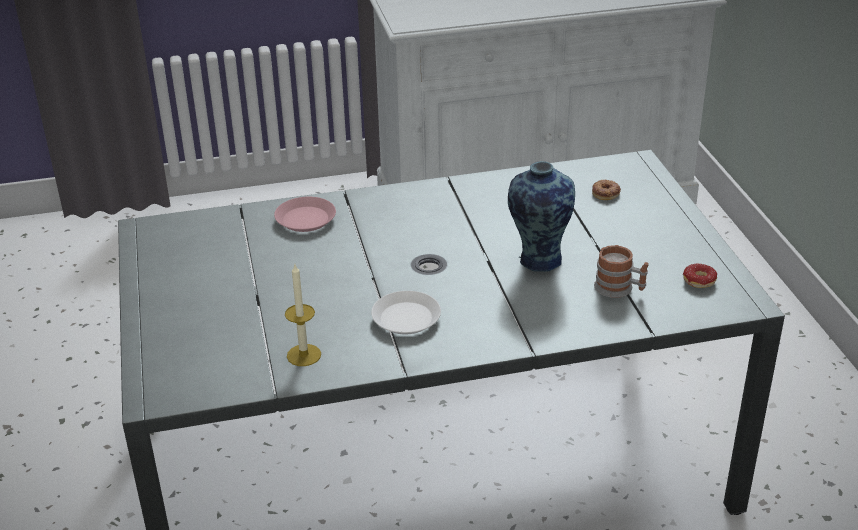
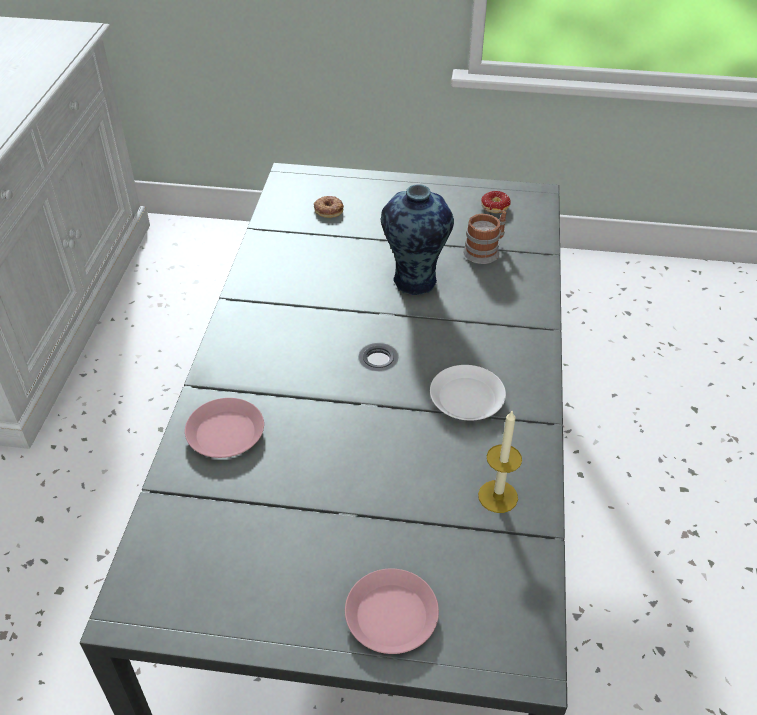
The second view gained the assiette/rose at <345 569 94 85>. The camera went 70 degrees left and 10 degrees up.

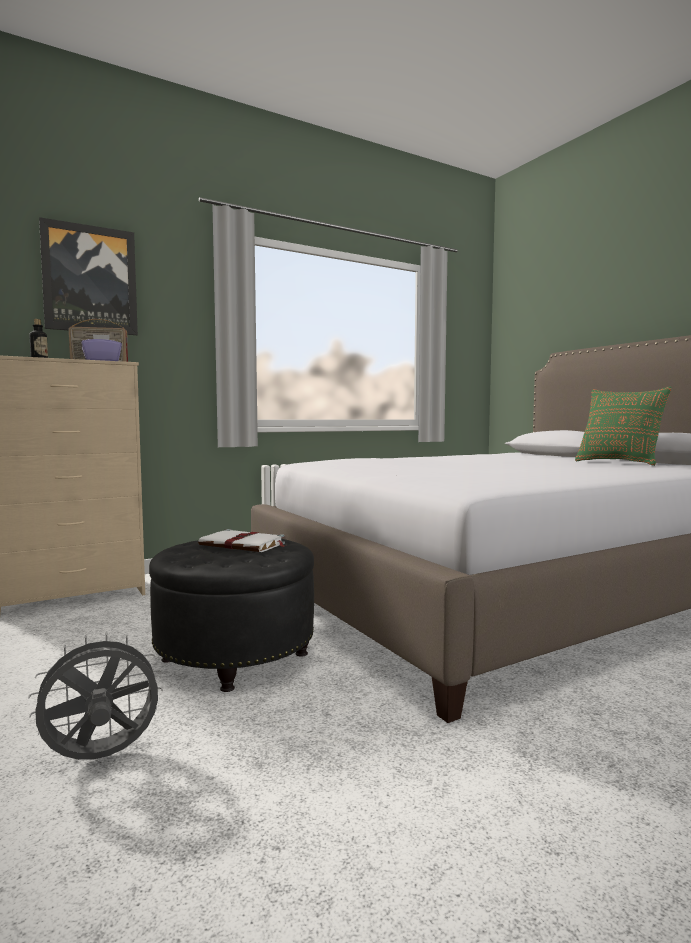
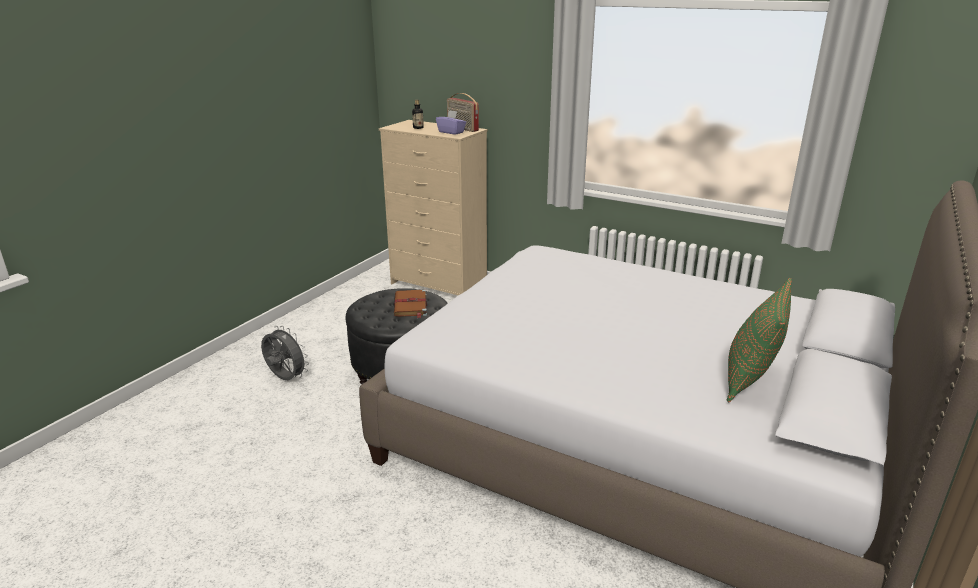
The second view lost the tableau at <39 217 99 118>. What was the livre/blanc at <198 529 87 23> turned into the livre/marron at <394 289 33 29>. The camera went 60 degrees right and 20 degrees up.

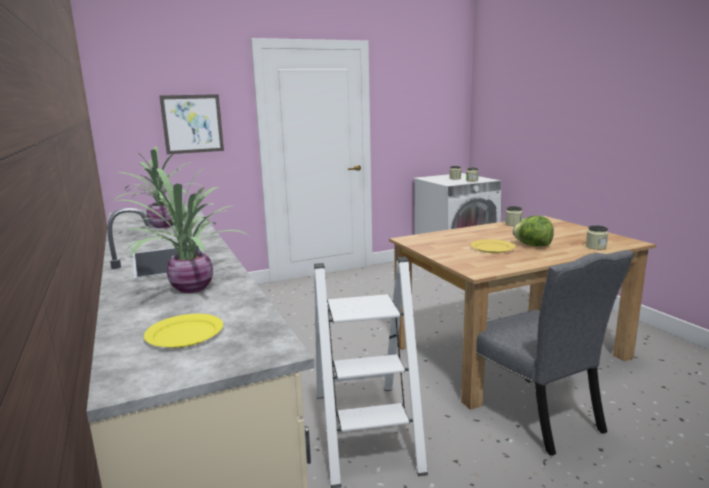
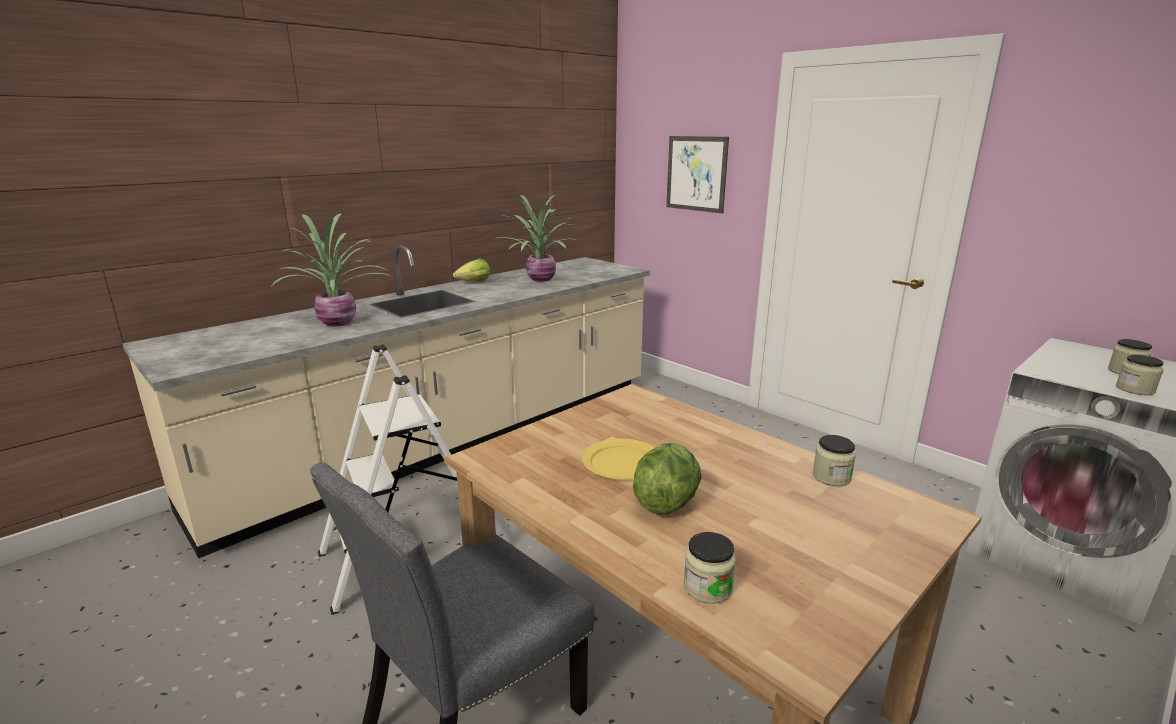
The second view lost the assiette/jaune at <144 314 79 34>. The second view gained the laitue at <453 259 37 23>. The camera went 70 degrees right and 5 degrees up.

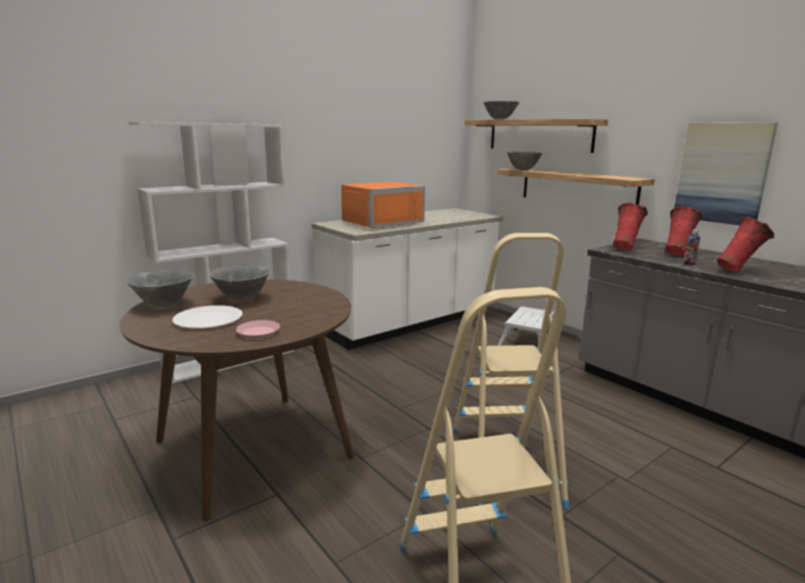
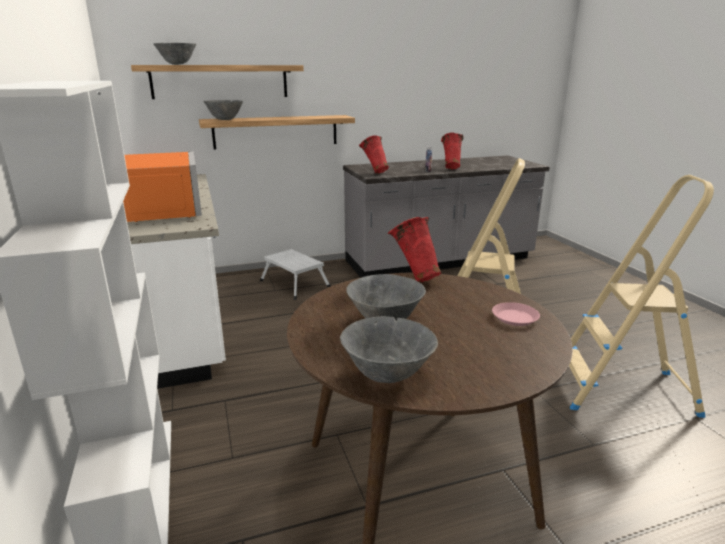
The second view lost the assiette/blanc at <172 305 71 24>. The vase/rouge ended up elsewhere, having gone from <665 206 37 50> to <388 217 53 65>. The second view lost the tableau at <674 122 104 103>. The camera went 70 degrees left and 5 degrees up.

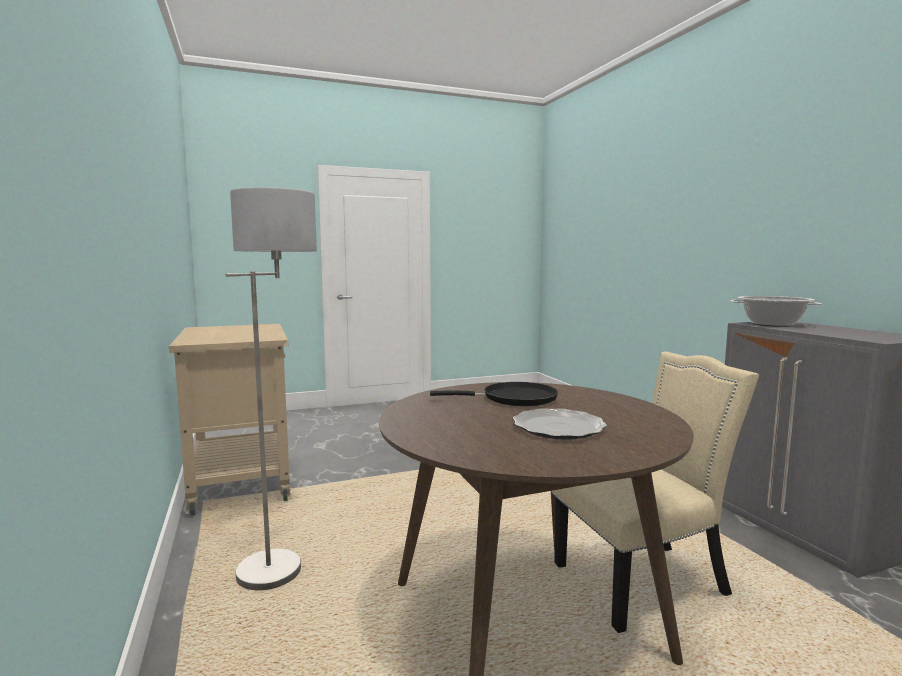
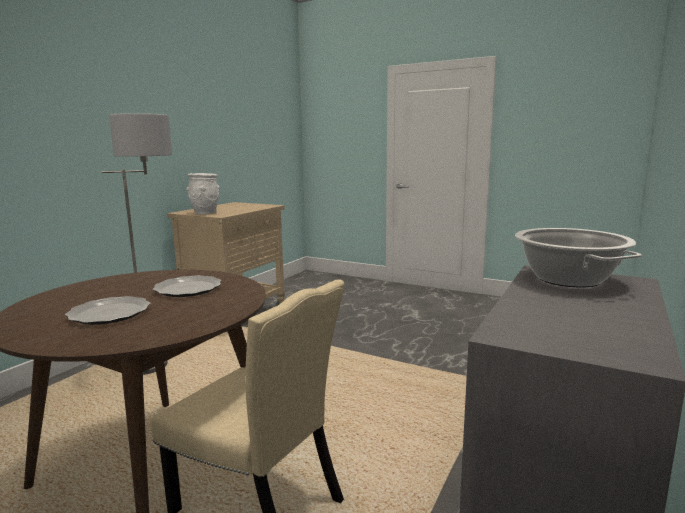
Where the poêle/noir stood at <430 382 128 24>, the assiette came to stand at <153 275 68 22>. The second view gained the vase/blanc at <186 173 34 41>. The camera went 50 degrees right and 5 degrees up.

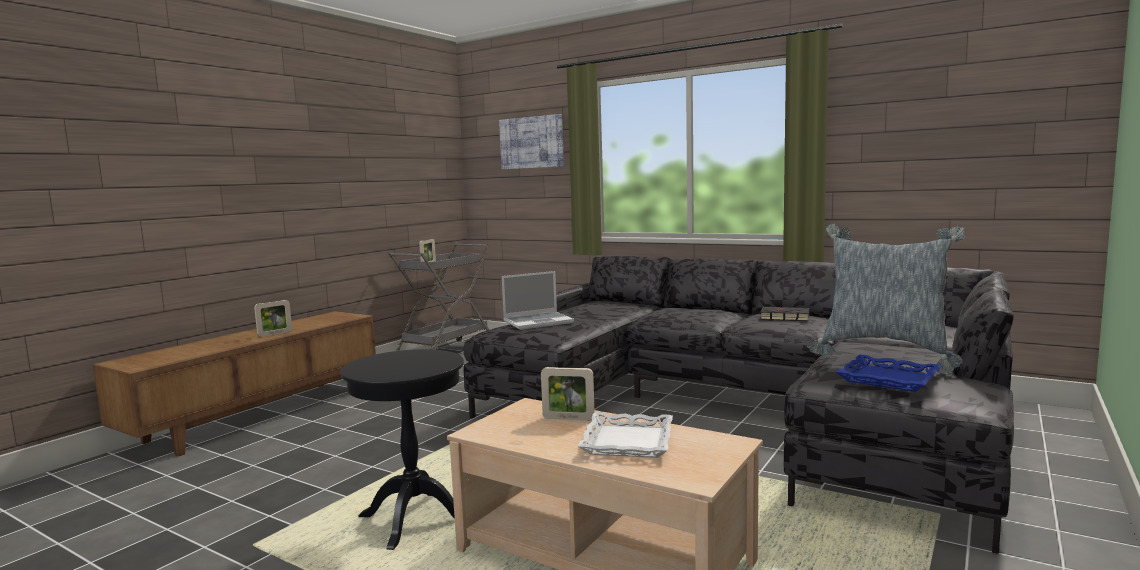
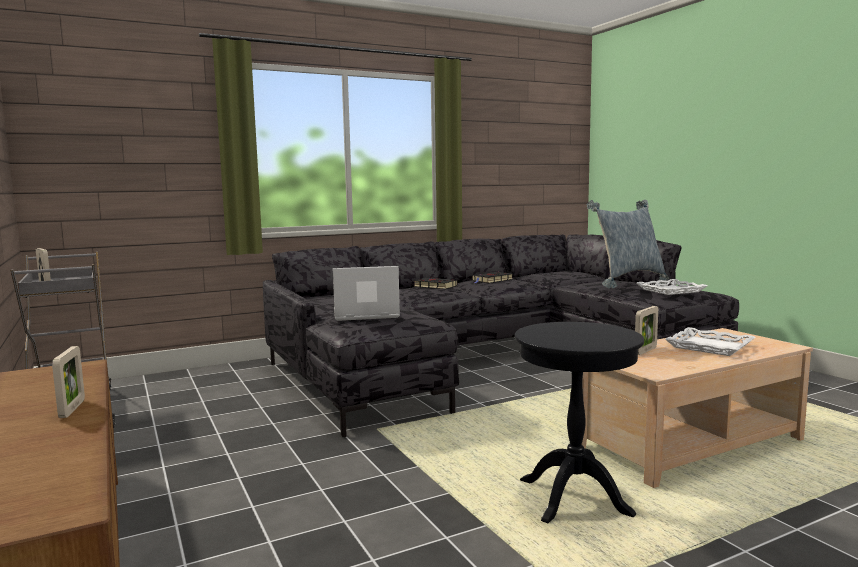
The second view lost the tableau at <499 114 65 55>. The ordinateur portable at <502 271 72 59> ended up facing another way, 105 degrees counterclockwise from before. What was the plateau/bleu at <836 354 106 38> turned into the plateau/blanc at <636 279 71 16>. The second view gained the livre/noir at <413 278 45 11>. The camera went 60 degrees left and 0 degrees up.

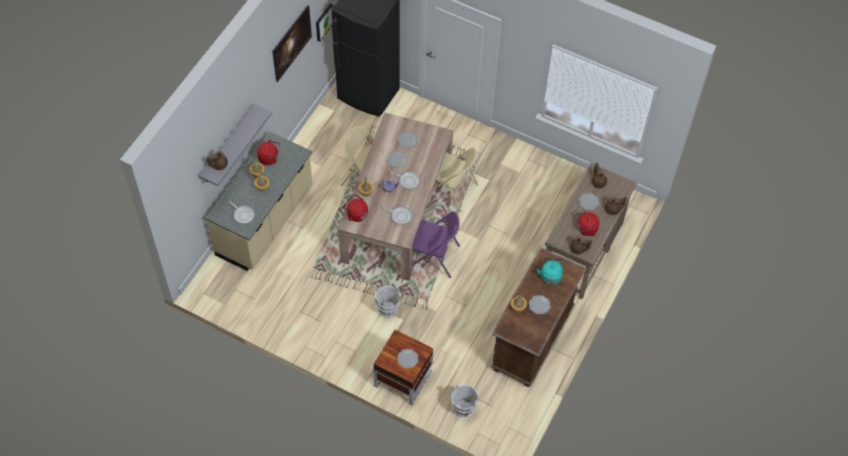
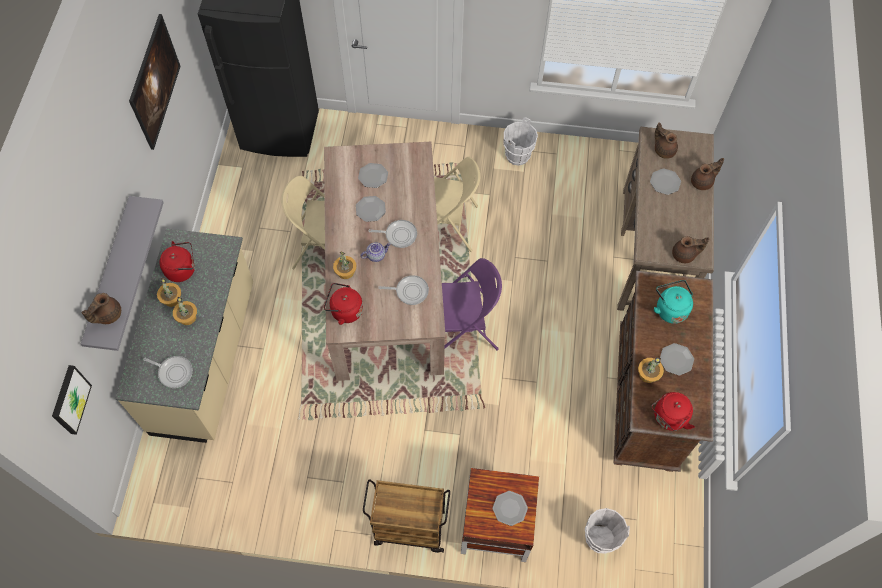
The tableau ended up elsewhere, having gone from <316 4 17 38> to <52 365 40 70>. The seau/blanc ended up elsewhere, having gone from <375 285 26 33> to <504 117 34 49>. The bouilloire/rouge ended up elsewhere, having gone from <575 211 24 25> to <651 392 44 39>. The second view gained the chariot/marron at <363 479 87 74>. The camera went 20 degrees left and 5 degrees up.

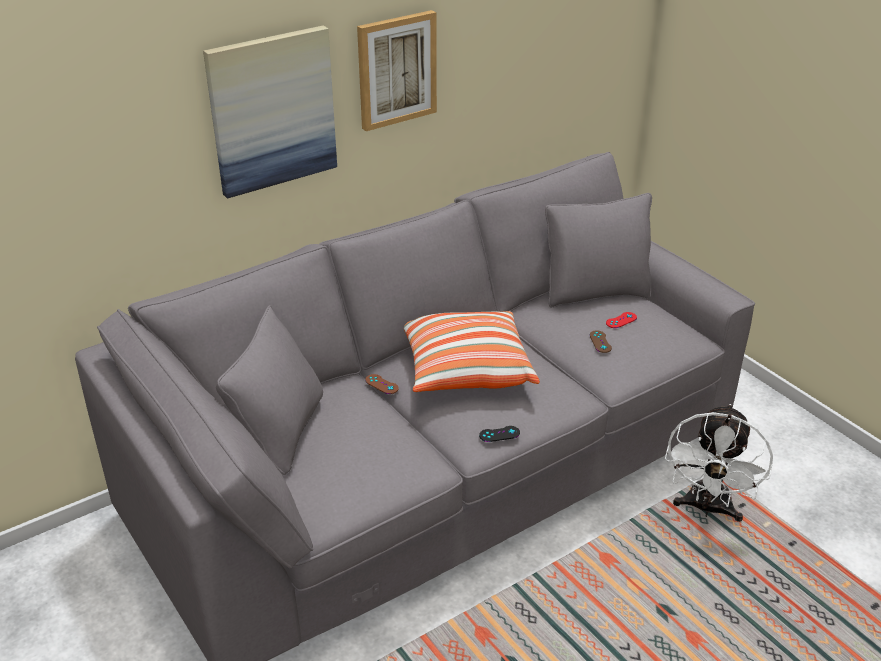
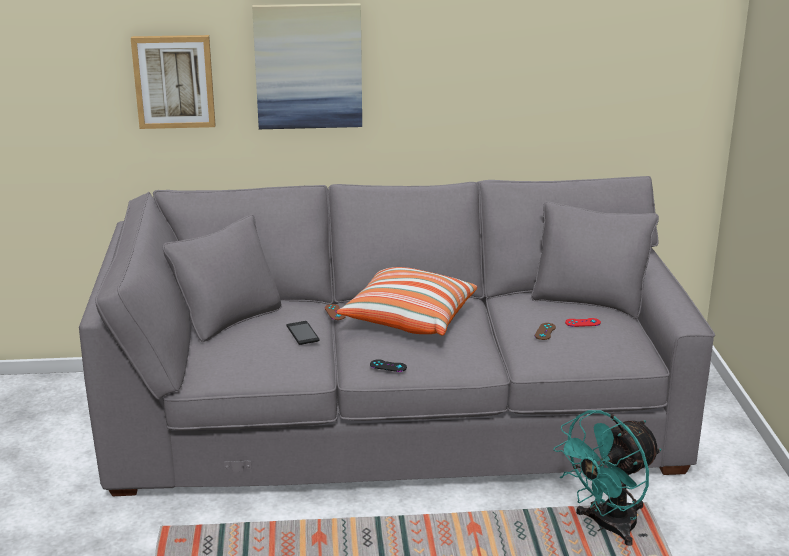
The tableau ended up elsewhere, having gone from <357 10 80 121> to <131 35 84 94>. What was the ventilateur/blanc at <665 404 108 118> turned into the ventilateur/turquoise at <553 410 108 136>. The second view gained the téléphone at <286 321 34 24>. The camera went 30 degrees right and 10 degrees down.

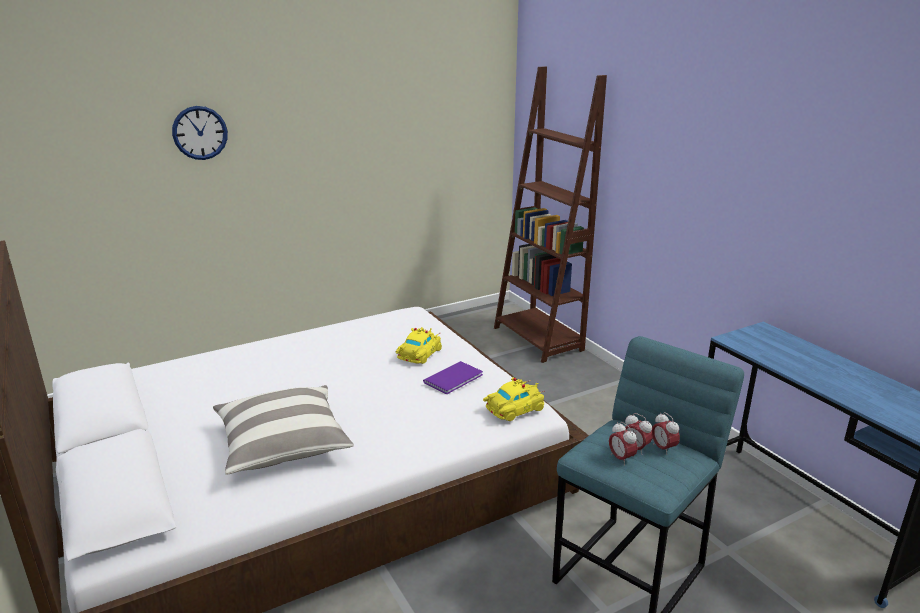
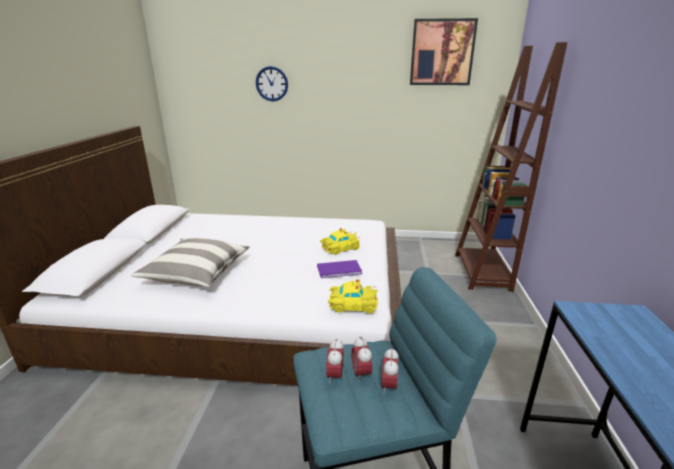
The second view gained the tableau at <410 18 68 67>. The camera went 35 degrees right and 0 degrees up.

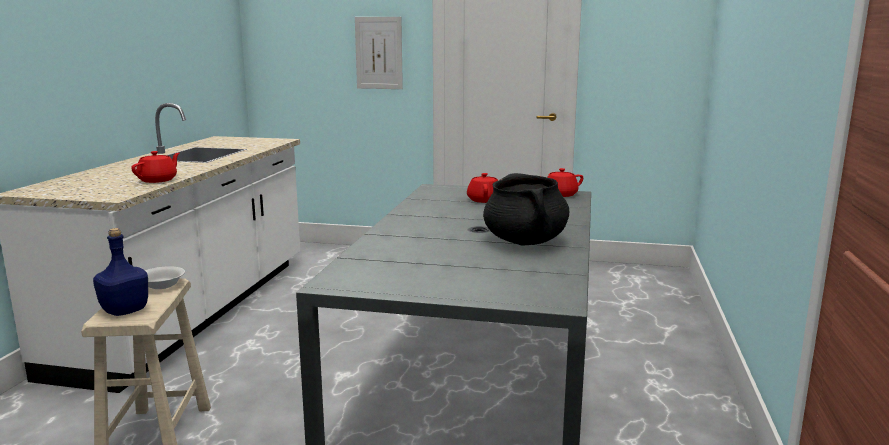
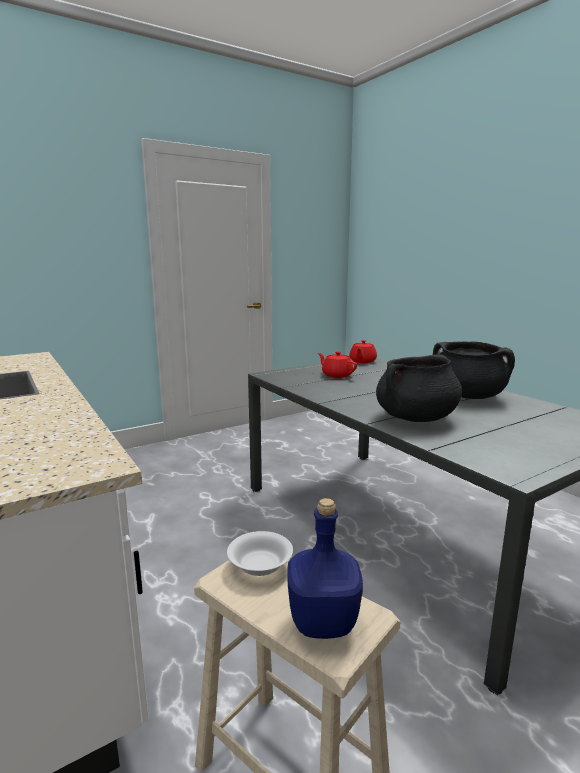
The second view lost the théière/rouge at <131 151 49 32>. The second view lost the tableau at <355 17 48 72>. The second view gained the marmite/noir at <376 354 86 68>. The camera went 45 degrees left and 0 degrees up.

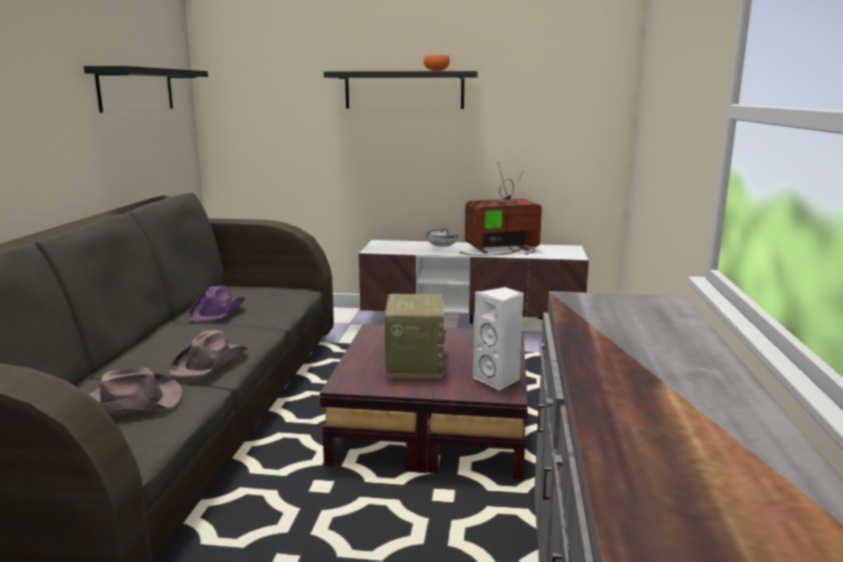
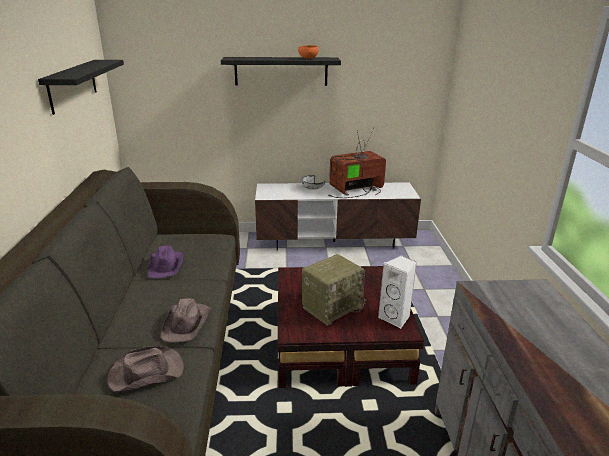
The radio at <384 294 63 84> ended up facing another way, 60 degrees clockwise from before. The camera went 10 degrees left and 10 degrees up.

